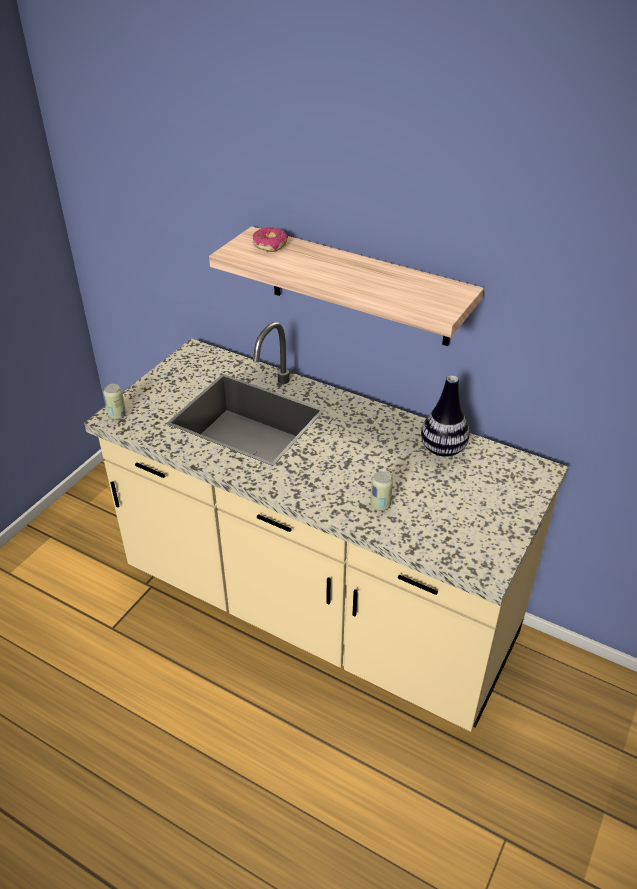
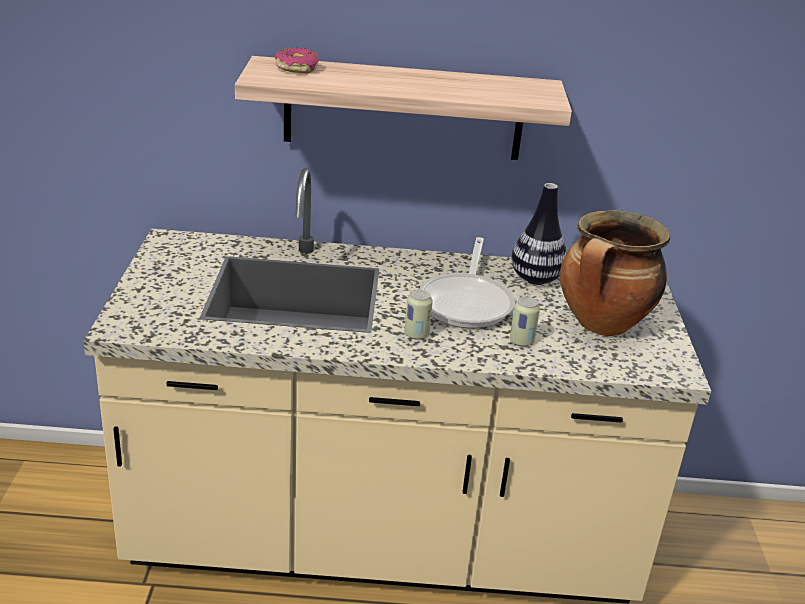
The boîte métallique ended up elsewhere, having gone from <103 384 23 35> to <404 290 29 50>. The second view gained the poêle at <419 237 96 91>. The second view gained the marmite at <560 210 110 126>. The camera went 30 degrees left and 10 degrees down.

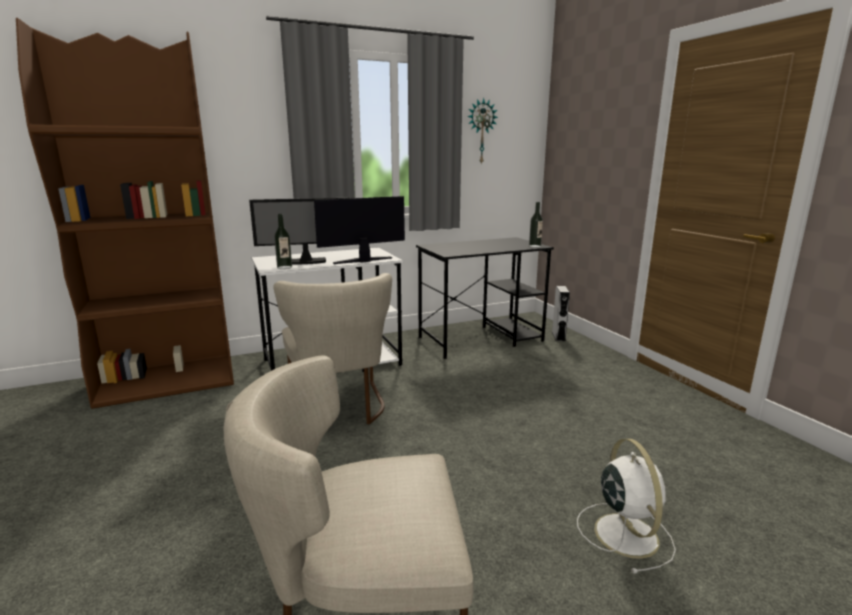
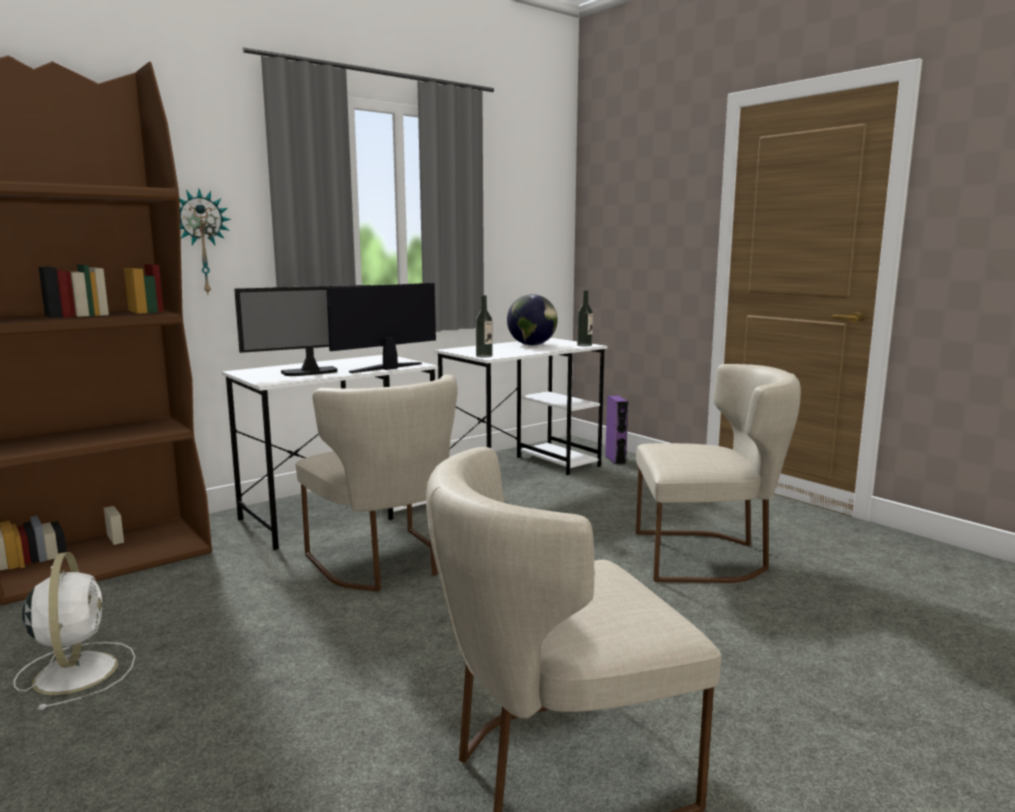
The bouteille ended up elsewhere, having gone from <274 214 18 55> to <476 295 17 63>. What was the bureau/noir at <416 237 138 122> turned into the bureau/blanc at <435 338 173 137>. The horloge murale ended up elsewhere, having gone from <467 98 31 67> to <179 189 52 105>. What was the enceinte/gris at <552 286 18 55> turned into the enceinte/violet at <605 395 23 70>. The ventilateur/blanc ended up elsewhere, having gone from <577 439 99 135> to <14 552 121 158>. The second view gained the globe at <507 294 51 51>. The second view gained the chaise/beige at <636 364 165 219>. The camera went 15 degrees left and 5 degrees down.

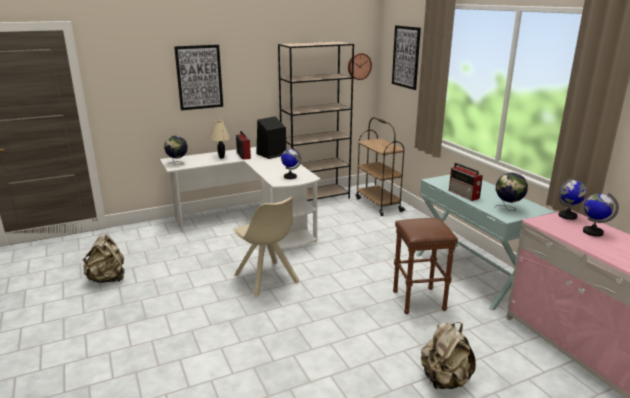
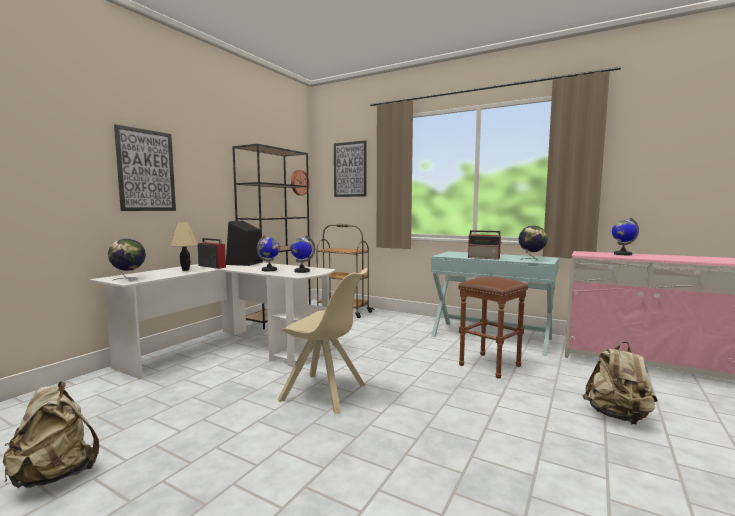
The globe ended up elsewhere, having gone from <558 178 29 42> to <257 235 23 36>. The camera went 35 degrees left and 15 degrees down.

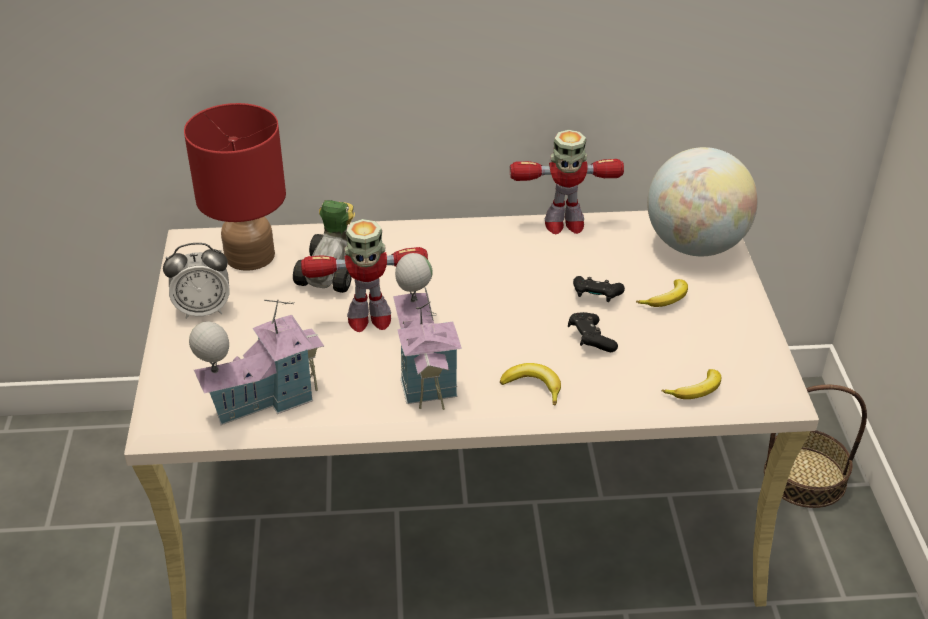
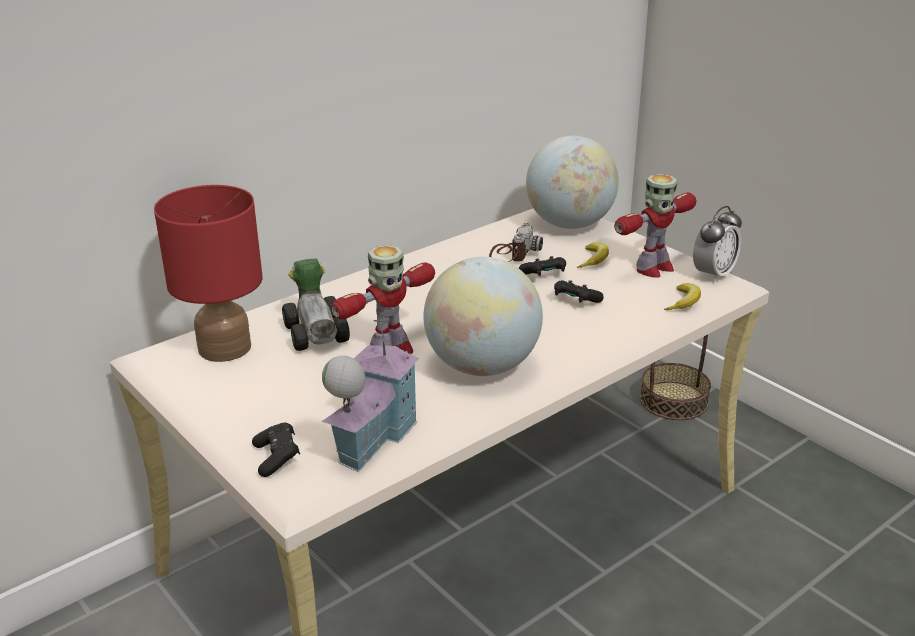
The réveil ended up elsewhere, having gone from <163 243 66 76> to <693 206 49 77>. Where the maison miniature stood at <393 253 69 157>, the globe came to stand at <423 257 120 119>. The second view lost the banane at <500 363 61 43>. The robot jouet ended up elsewhere, having gone from <510 130 114 104> to <614 174 82 104>. The second view gained the manette/noir at <252 423 48 54>. The second view gained the appareil photo at <489 223 54 39>. The camera went 35 degrees left and 10 degrees down.

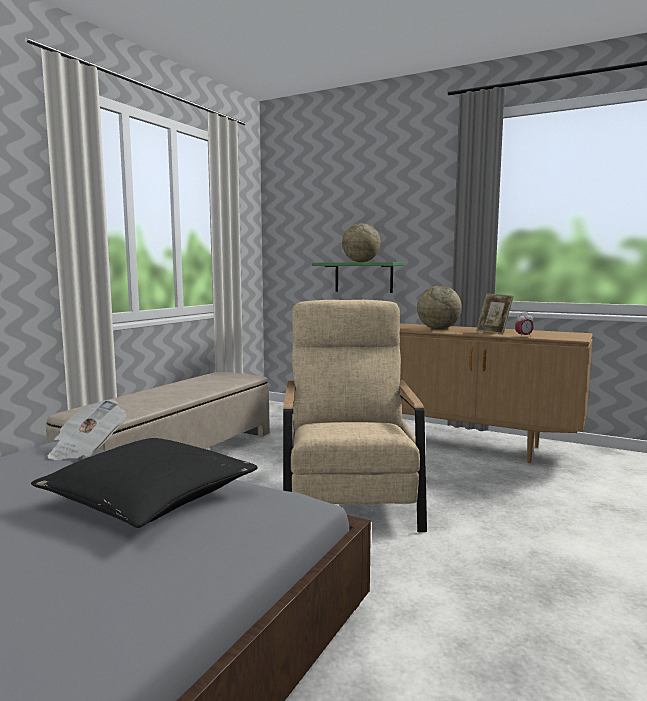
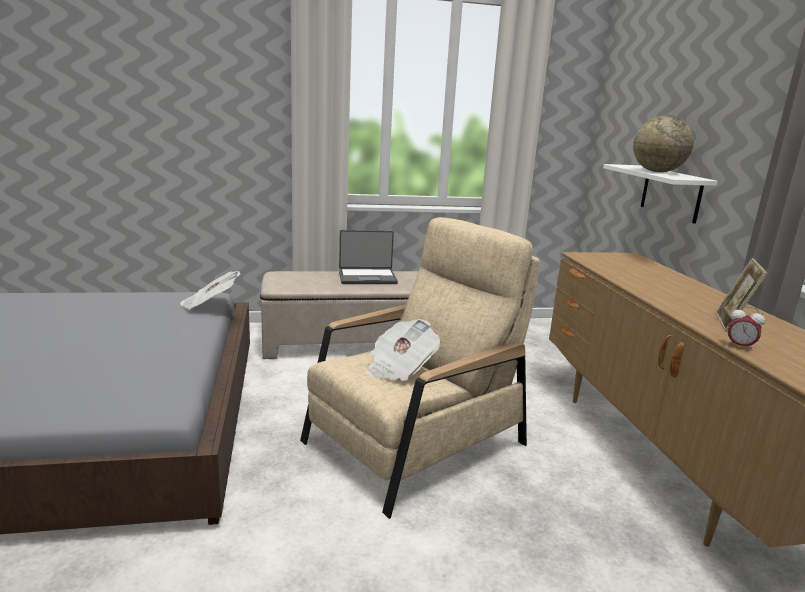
The second view lost the coussin/noir at <31 438 227 90>. What was the étagère/vert at <312 262 92 31> turned into the étagère/blanc at <603 164 114 60>. The second view lost the globe at <417 285 45 44>. The second view gained the ordinateur portable at <339 230 59 54>. The second view gained the journal at <365 319 75 62>. The camera went 50 degrees right and 10 degrees up.

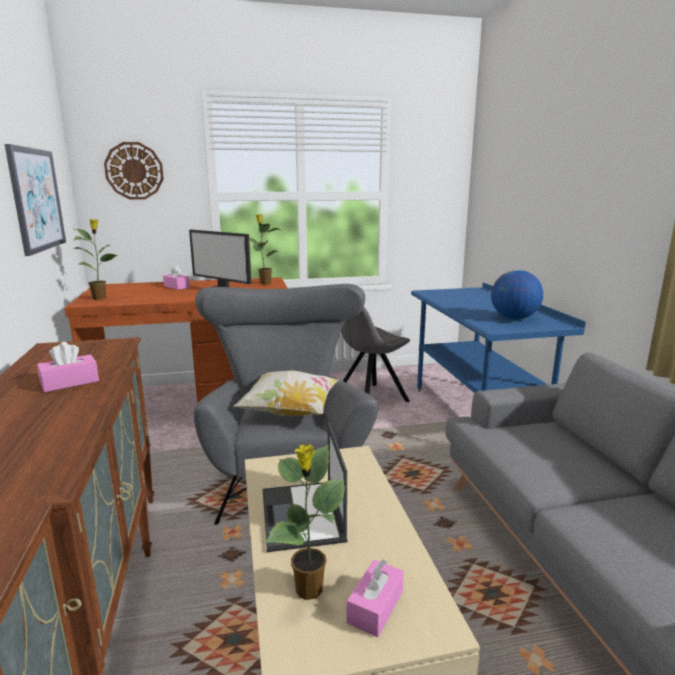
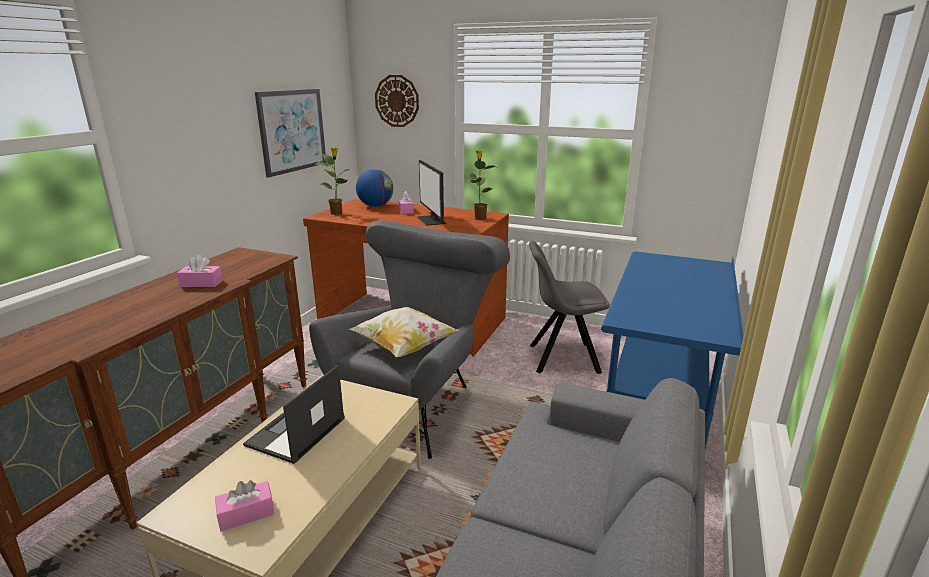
The second view lost the plante en pot at <265 444 80 156>. The globe ended up elsewhere, having gone from <491 270 52 50> to <356 169 37 38>. The camera went 35 degrees right and 5 degrees up.

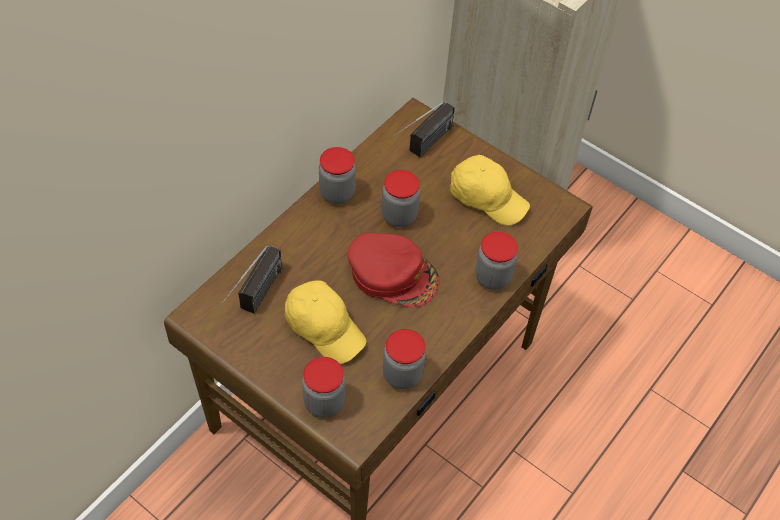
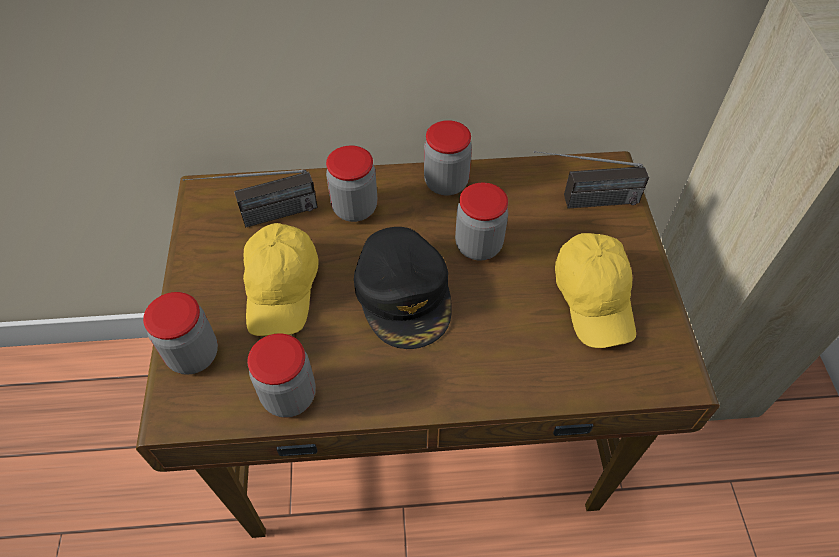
What was the casquette/rouge at <348 233 92 74> turned into the casquette/noir at <354 227 98 122>. The bocal ended up elsewhere, having gone from <475 232 43 58> to <326 145 52 77>. The camera went 50 degrees right and 0 degrees up.

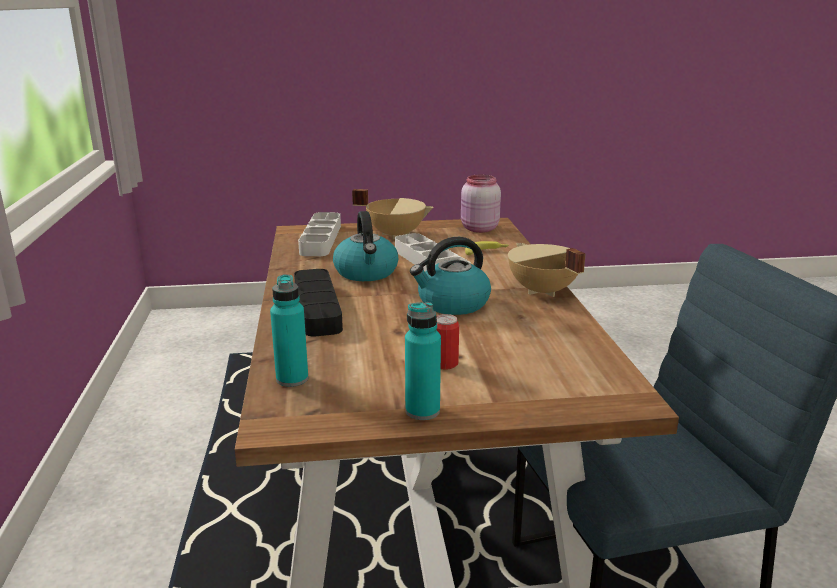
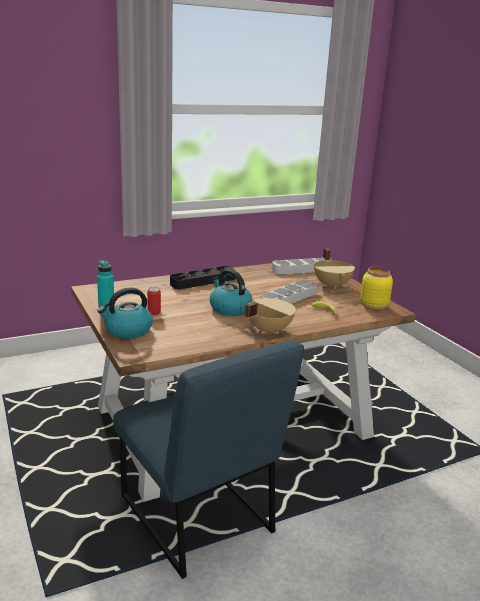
The second view lost the bouteille/turquoise at <270 274 38 113>. The bouilloire ended up elsewhere, having gone from <333 211 65 70> to <97 287 56 52>. What was the bocal/rose at <461 175 40 58> turned into the bocal/jaune at <360 266 33 44>. The camera went 70 degrees right and 0 degrees up.

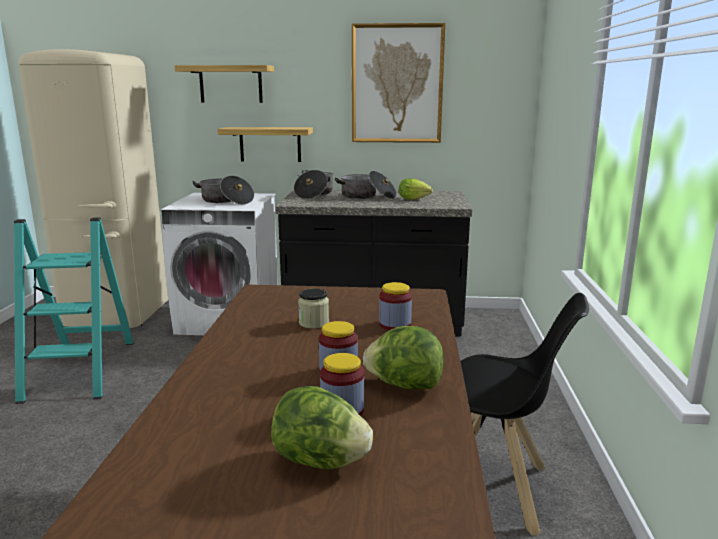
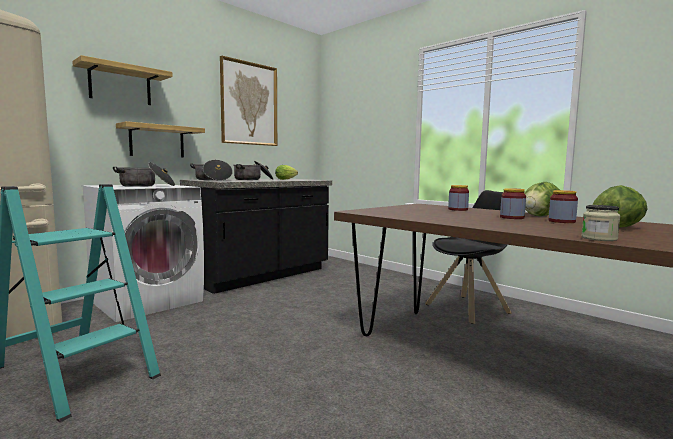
The bocal ended up elsewhere, having gone from <298 288 31 41> to <581 205 40 36>. The camera went 50 degrees left and 10 degrees down.

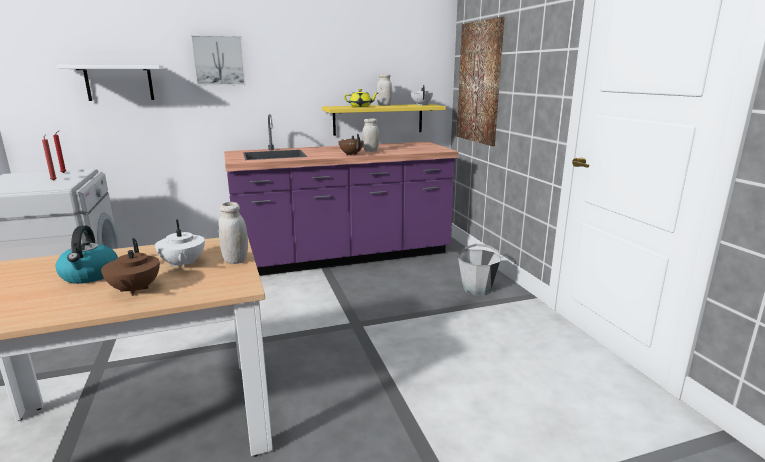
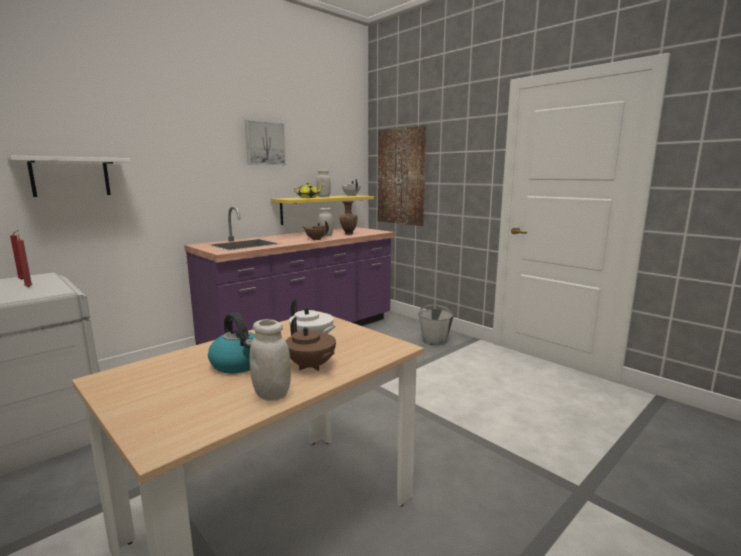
The tableau ended up elsewhere, having gone from <191 35 55 51> to <245 120 41 45>. The bocal/blanc ended up elsewhere, having gone from <219 202 29 62> to <249 319 42 82>. The second view gained the vase/marron at <339 201 18 34>. The camera went 25 degrees left and 5 degrees down.

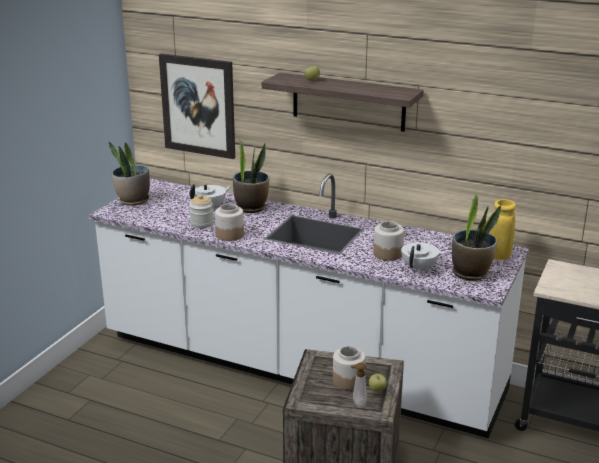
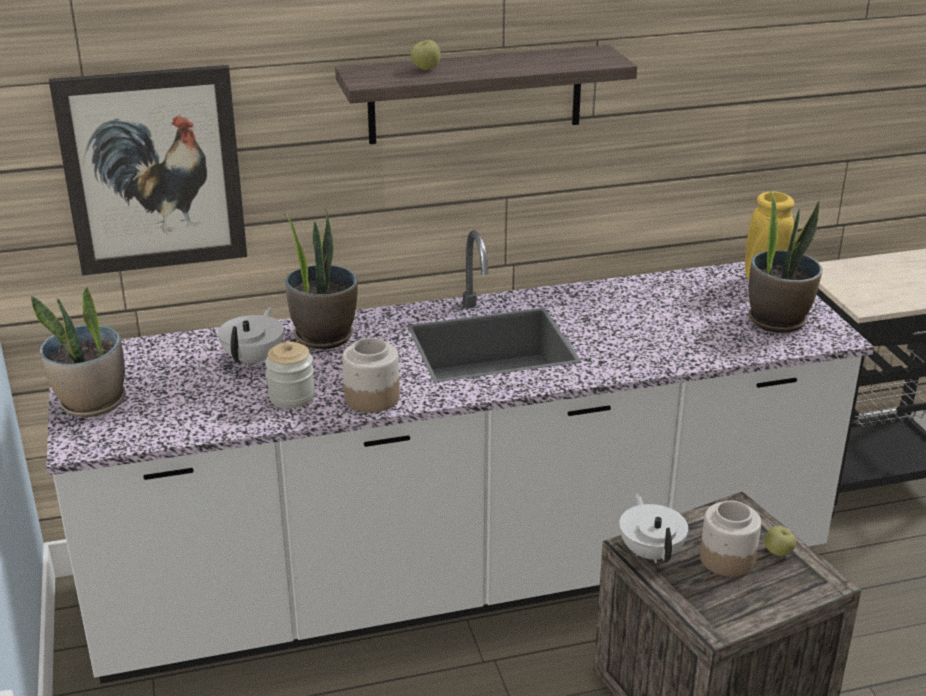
The second view lost the distributeur de savon at <351 363 16 45>. The second view lost the bocal at <373 221 31 40>. The théière/blanc ended up elsewhere, having gone from <401 239 38 33> to <619 493 69 70>. The camera went 40 degrees left and 5 degrees up.

